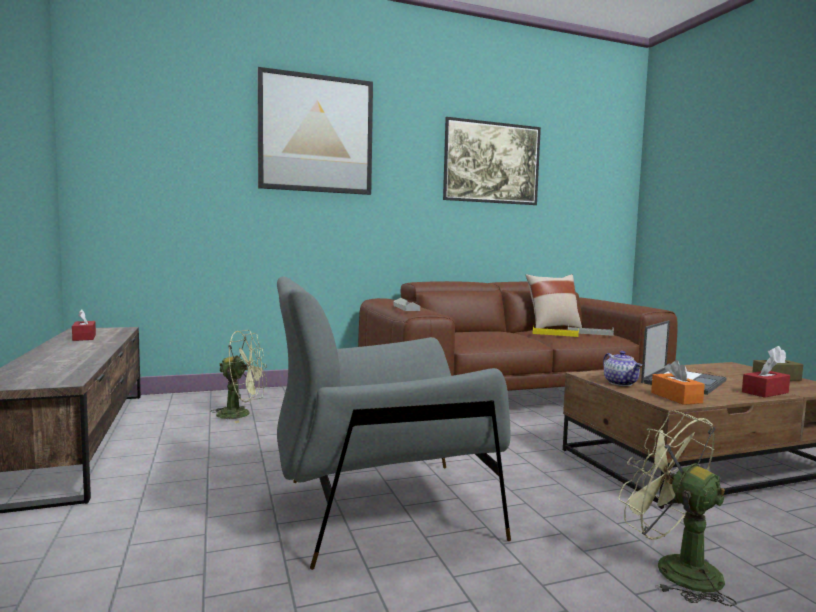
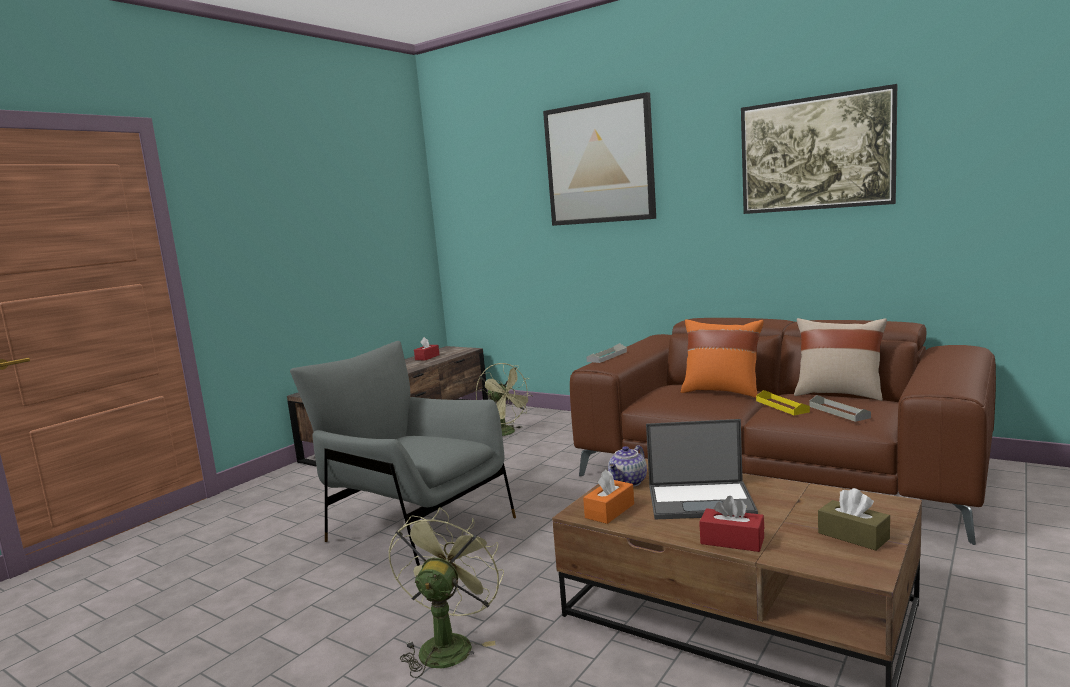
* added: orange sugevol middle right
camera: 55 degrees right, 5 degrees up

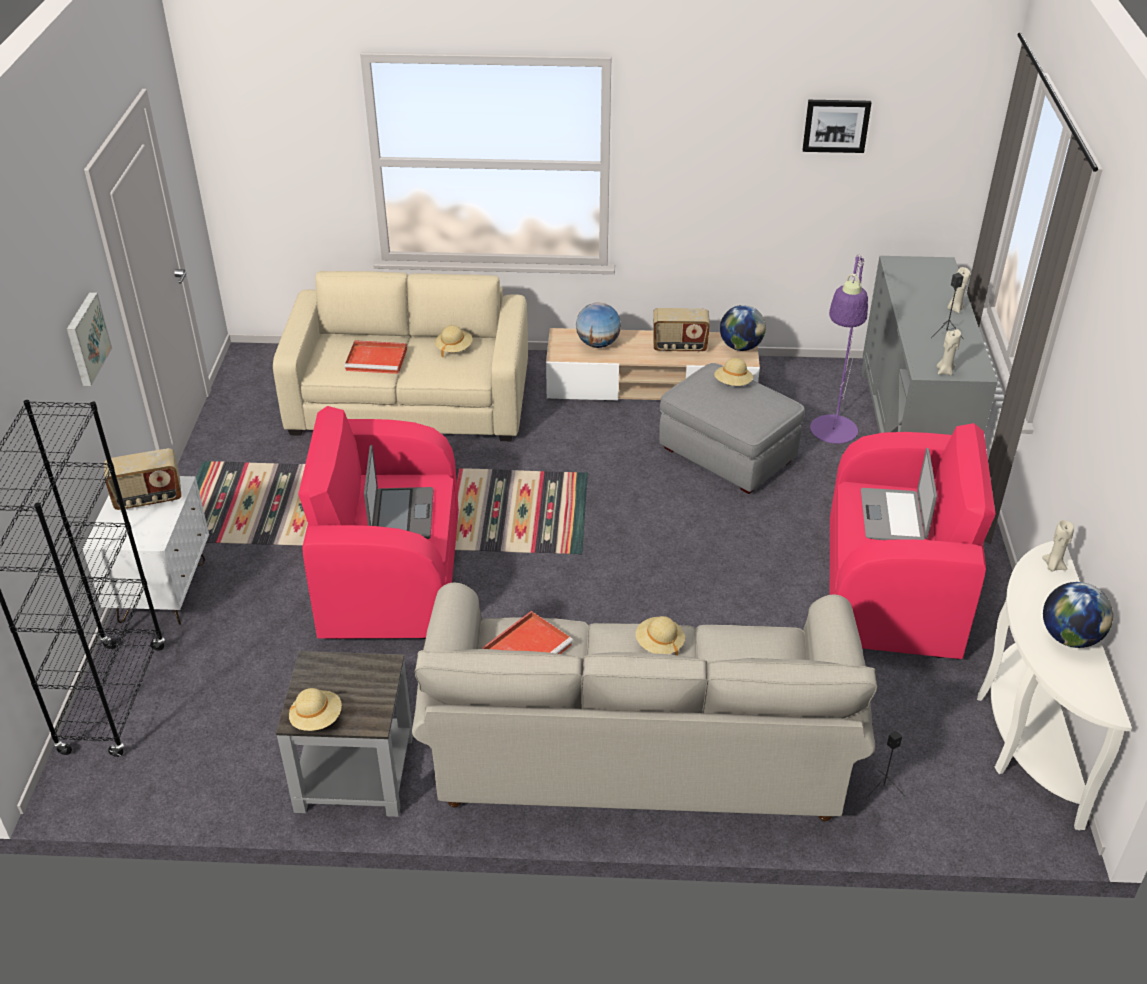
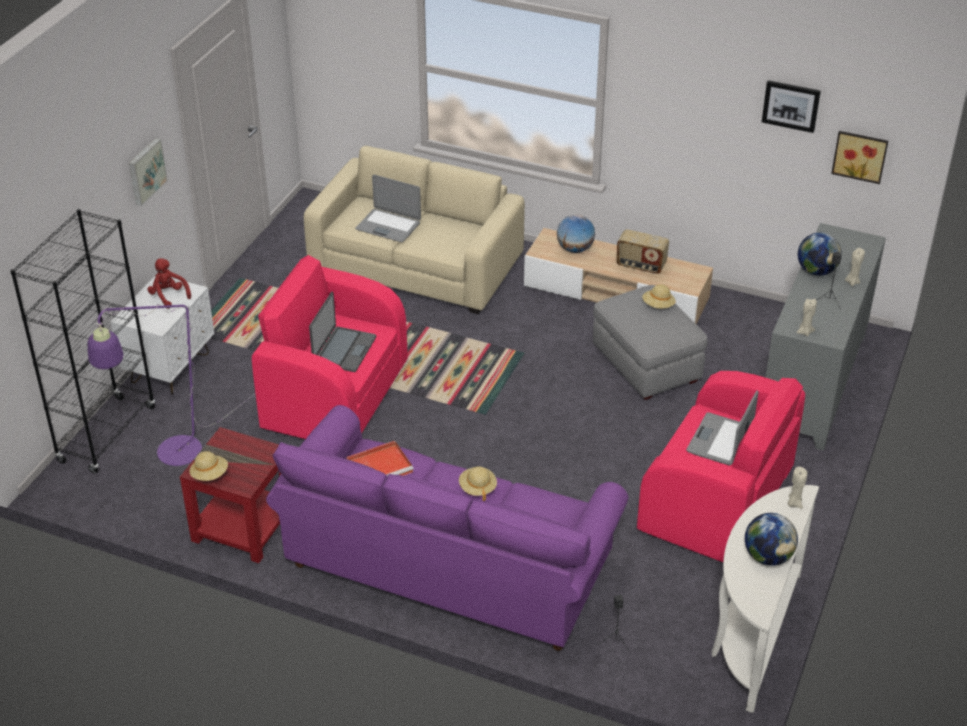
* replaced: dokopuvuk (1st from left) middle left to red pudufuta middle left
* recoloured: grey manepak bottom left to red manepak bottom left
* replaced: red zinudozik (1st from left) middle left to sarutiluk (2nd from left) top centre
* recoloured: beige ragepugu (2nd from left) bottom centre to purple ragepugu bottom centre
* removed: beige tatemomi (2nd from left) centre
* moved: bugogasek (2nd from left in the first image) centre to bugogasek (3rd from left) middle right
* moved: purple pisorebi middle right to middle left
* added: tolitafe (3rd from left) top right
camera: 20 degrees right, 0 degrees up

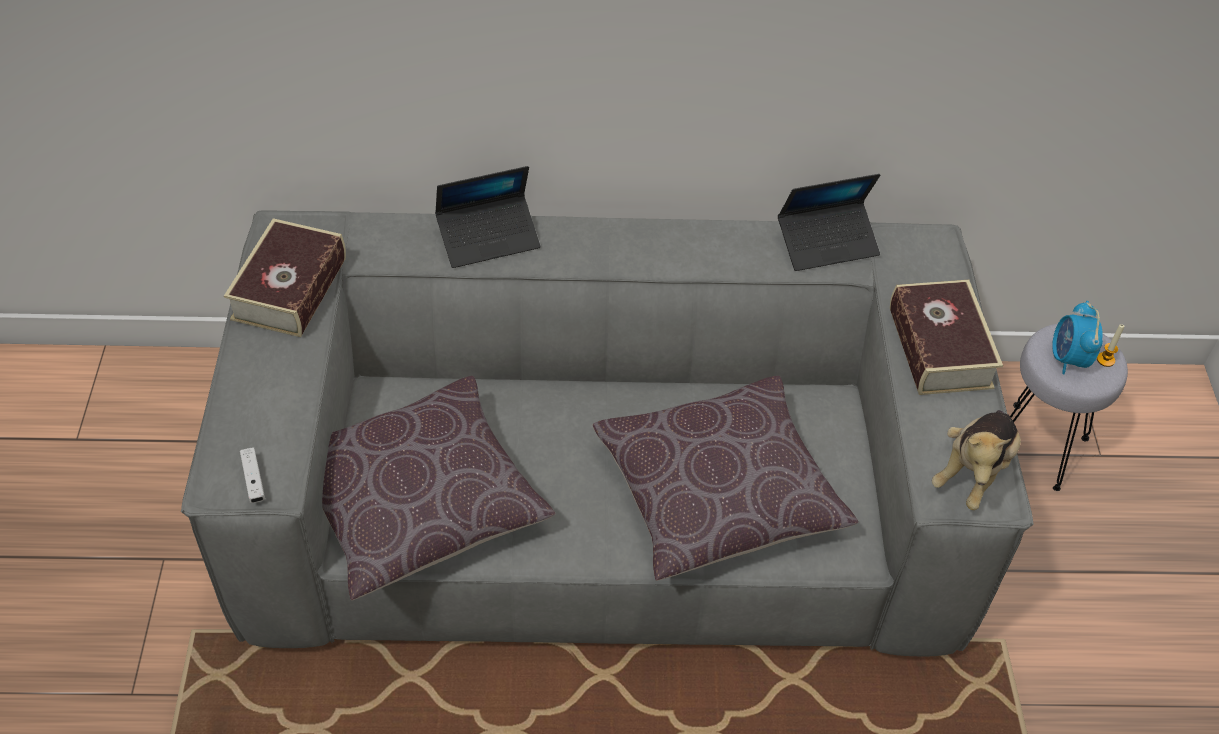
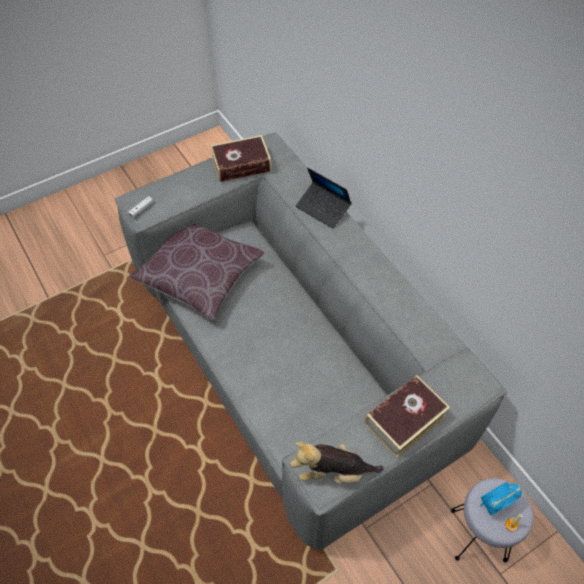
* removed: brown sugevol (2nd from left) centre
* removed: sarutiluk (2nd from left) top right
camera: 60 degrees right, 5 degrees up

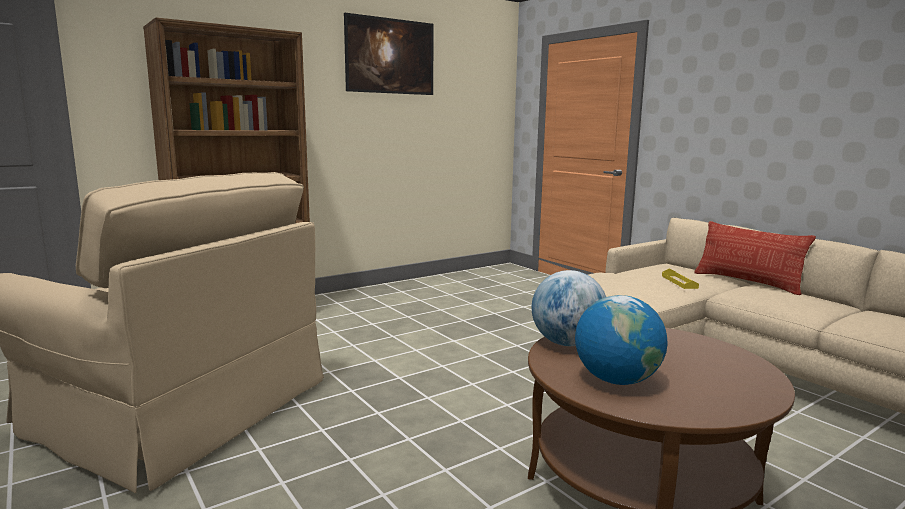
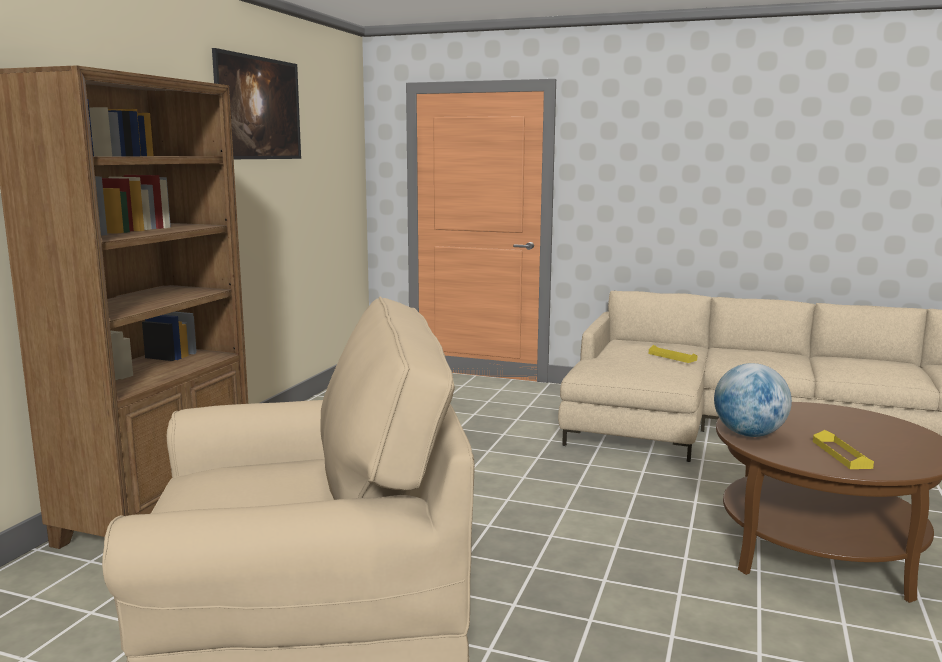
* replaced: bugogasek (2nd from left) bottom right to yellow zinudozik (2nd from left) bottom right
* removed: sugevol middle right
camera: 35 degrees left, 0 degrees up

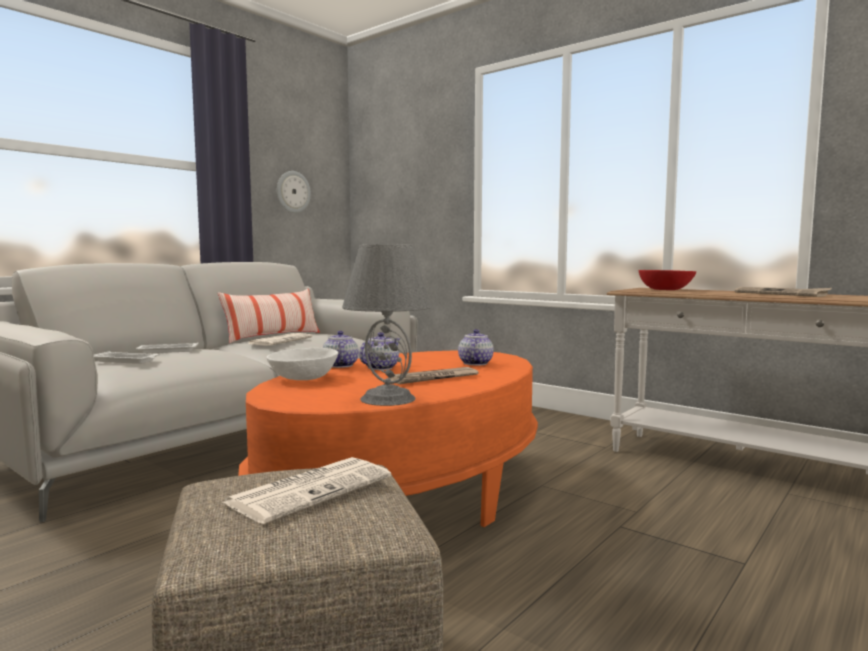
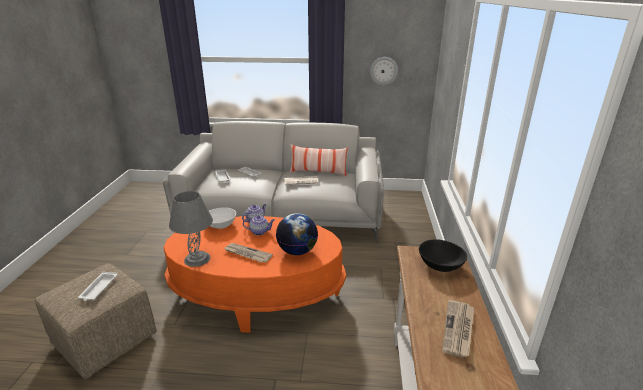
* replaced: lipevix (2nd from left) bottom centre to white zinudozik (1st from left) bottom left
* replaced: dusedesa (3rd from left) centre to bugogasek centre
* recoloured: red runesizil middle right to black runesizil middle right
camera: 55 degrees right, 20 degrees up

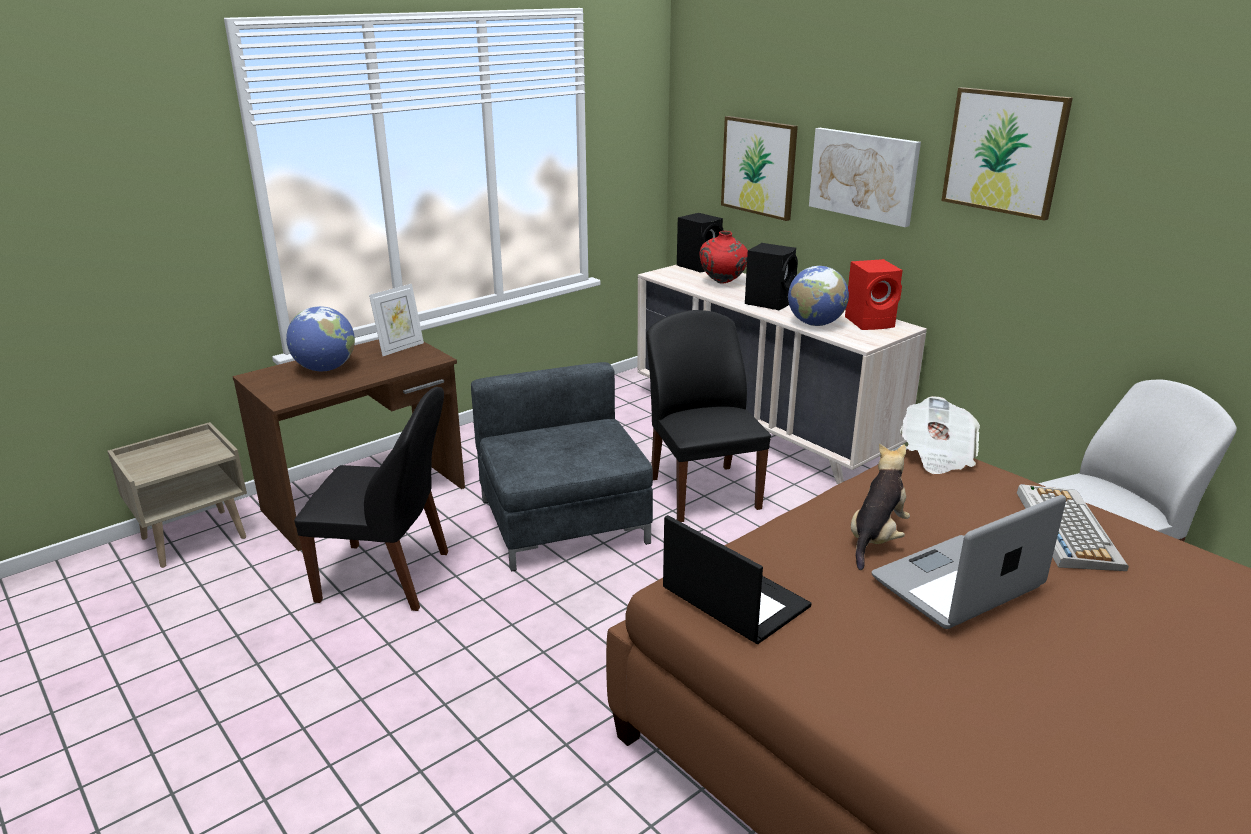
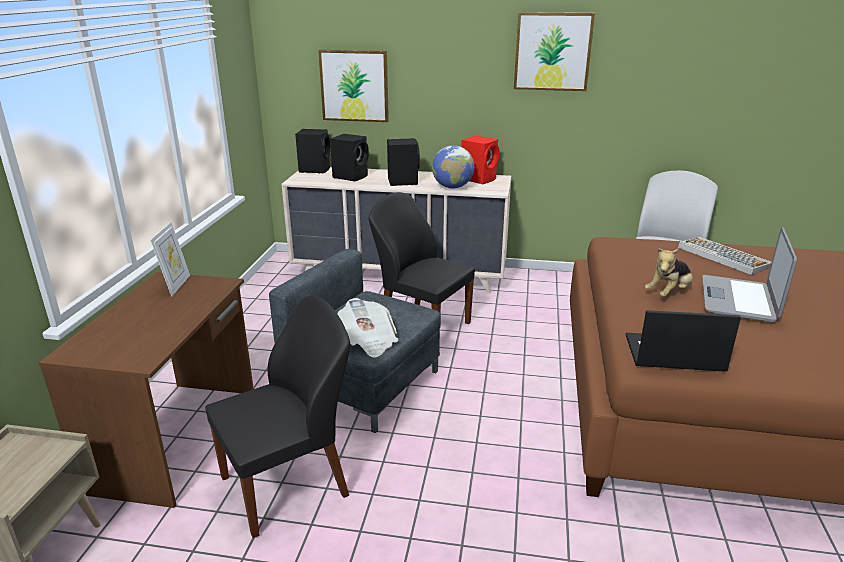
* removed: bugogasek (1st from left) middle left
* replaced: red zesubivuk top centre to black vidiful (2nd from left) top centre
* removed: tolitafe (2nd from left) top right
* turned: pudufuta middle right = middle right 120 degrees counterclockwise
* moved: lipevix middle right to centre
camera: 40 degrees left, 0 degrees up

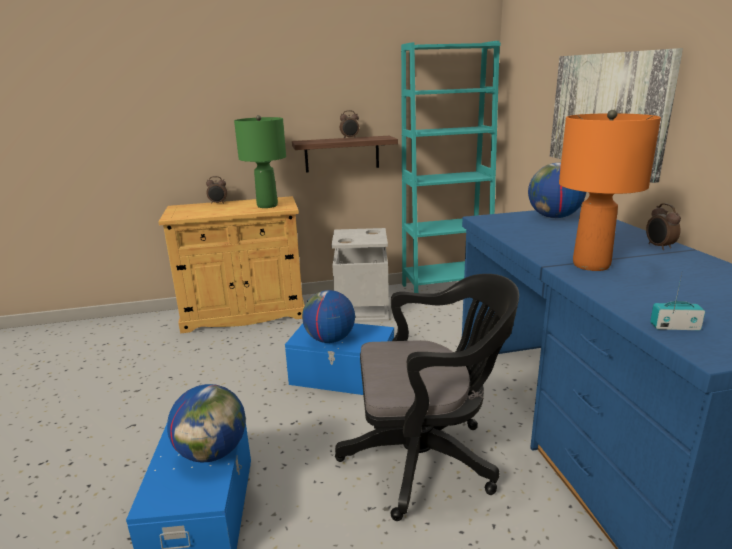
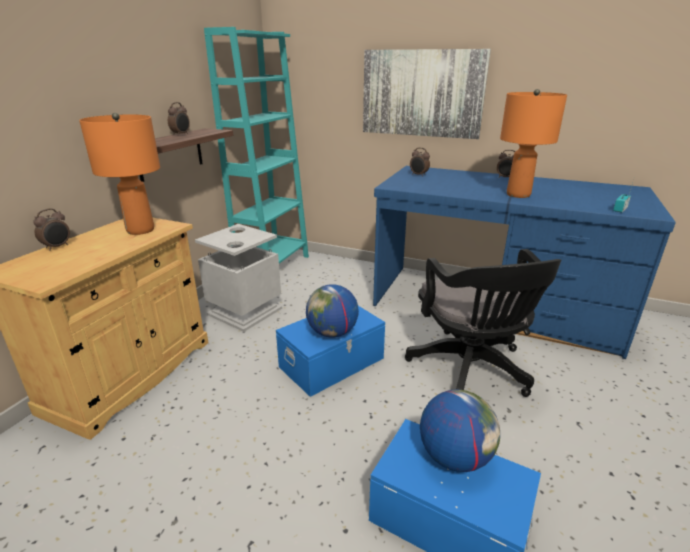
* recoloured: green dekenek top centre to orange dekenek (1st from left) top left
* turned: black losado bottom centre = middle right 135 degrees clockwise
* replaced: bugogasek (3rd from left) middle right to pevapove (3rd from left) top centre
camera: 55 degrees left, 5 degrees up

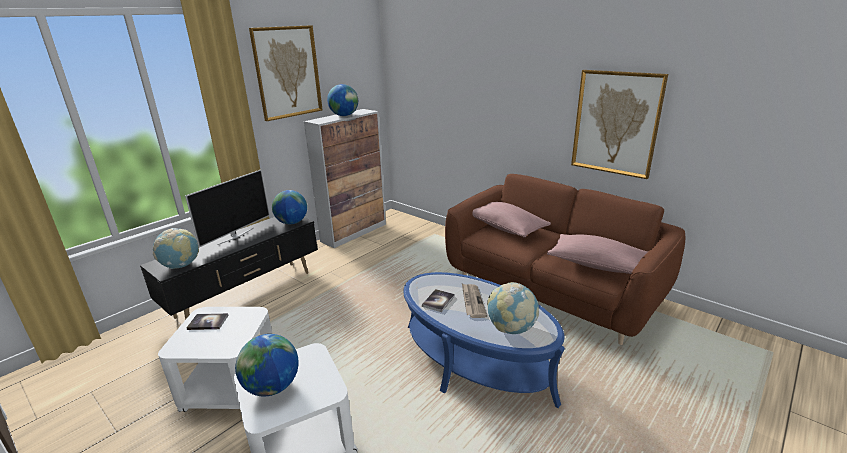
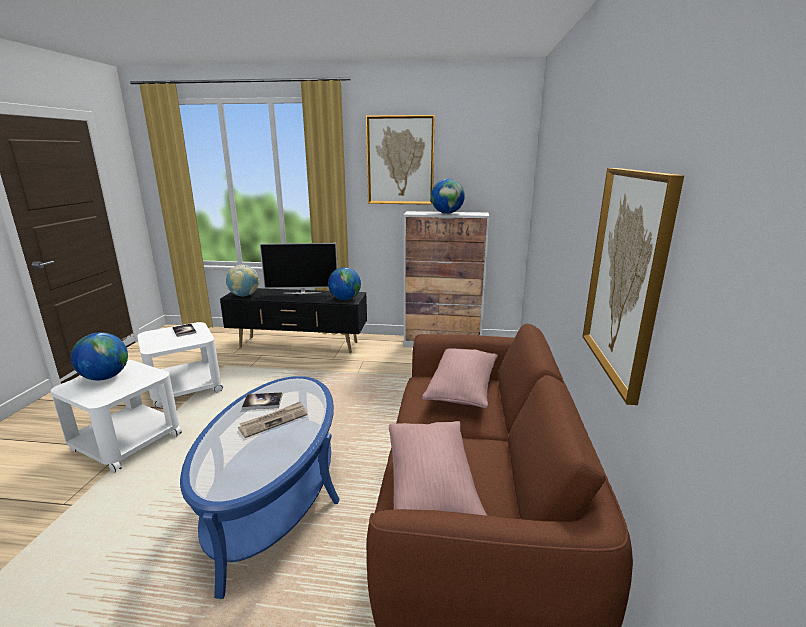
* removed: bugogasek (5th from left) bottom centre
camera: 55 degrees right, 5 degrees down

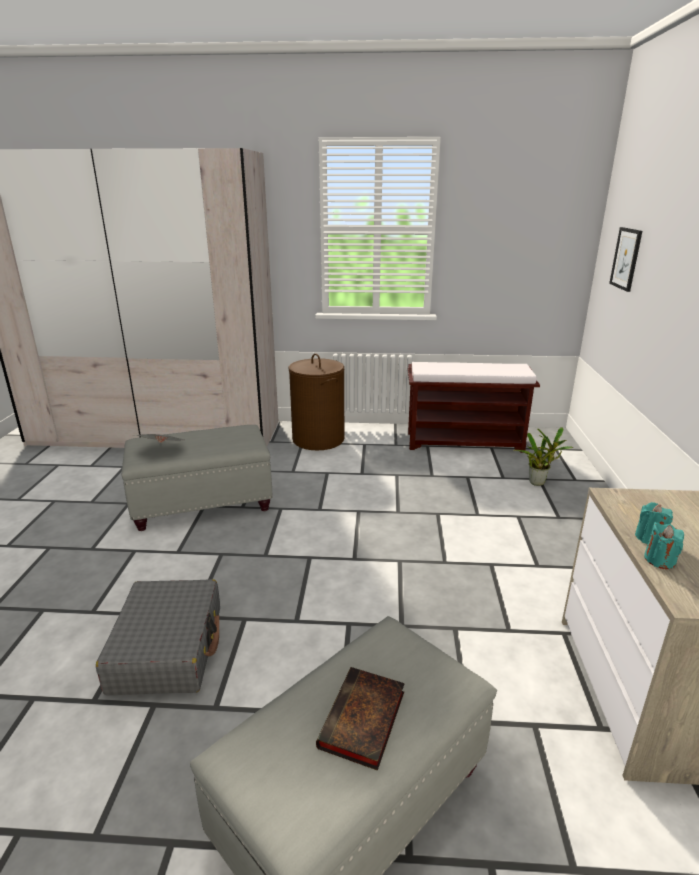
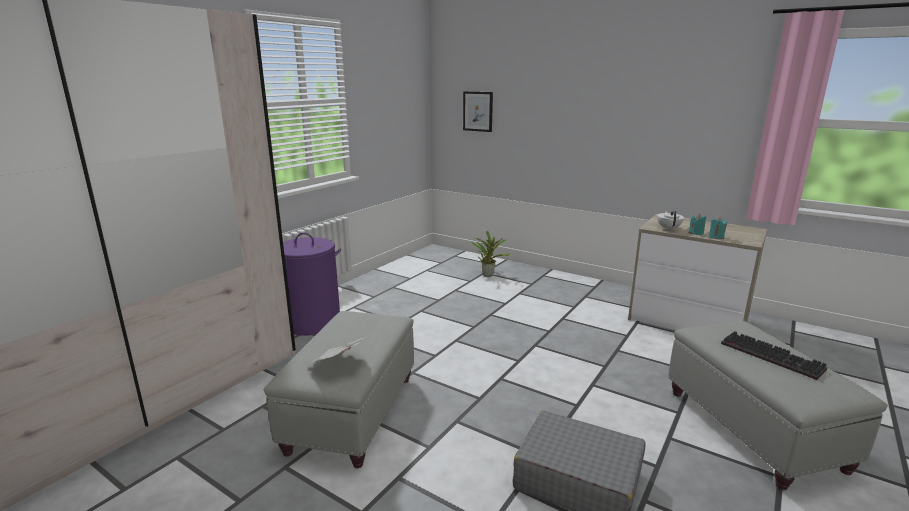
* recoloured: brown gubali centre to purple gubali centre
* replaced: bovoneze bottom centre to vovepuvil bottom right
* removed: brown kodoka middle right
* added: white dusedesa middle right
camera: 60 degrees left, 5 degrees down

